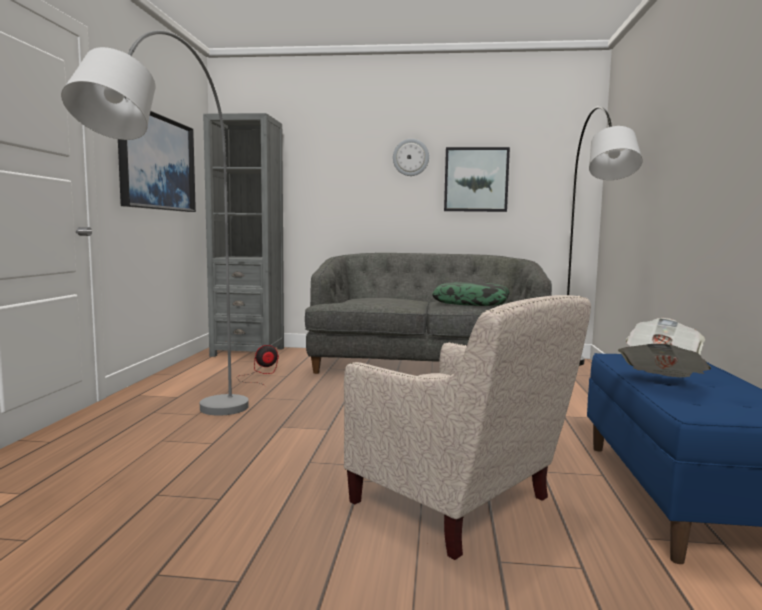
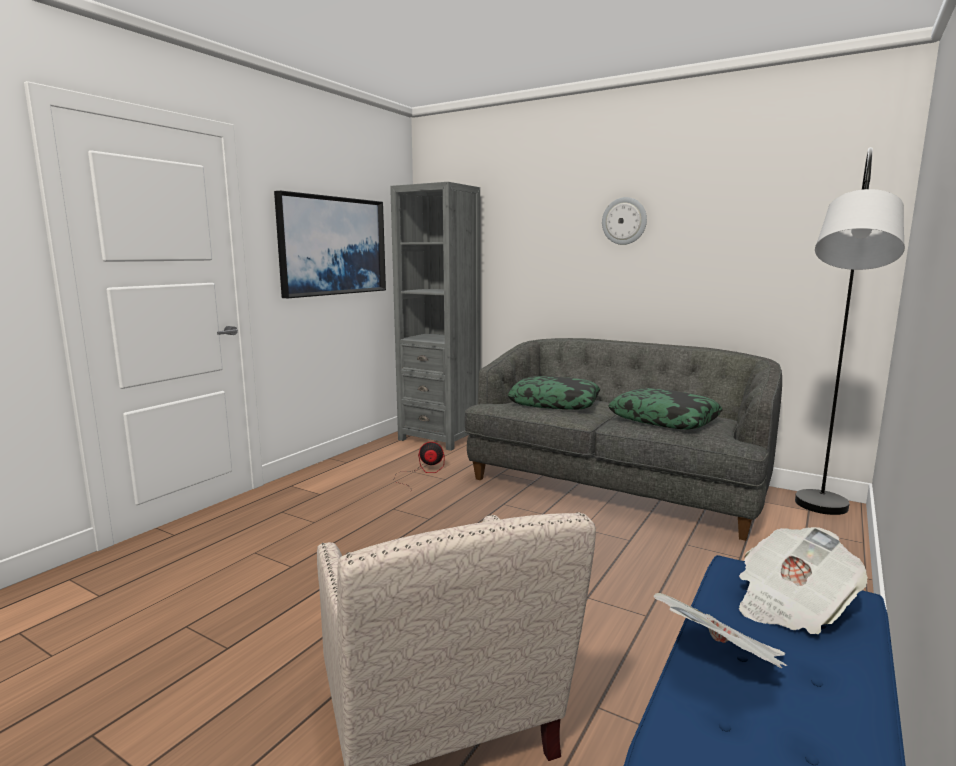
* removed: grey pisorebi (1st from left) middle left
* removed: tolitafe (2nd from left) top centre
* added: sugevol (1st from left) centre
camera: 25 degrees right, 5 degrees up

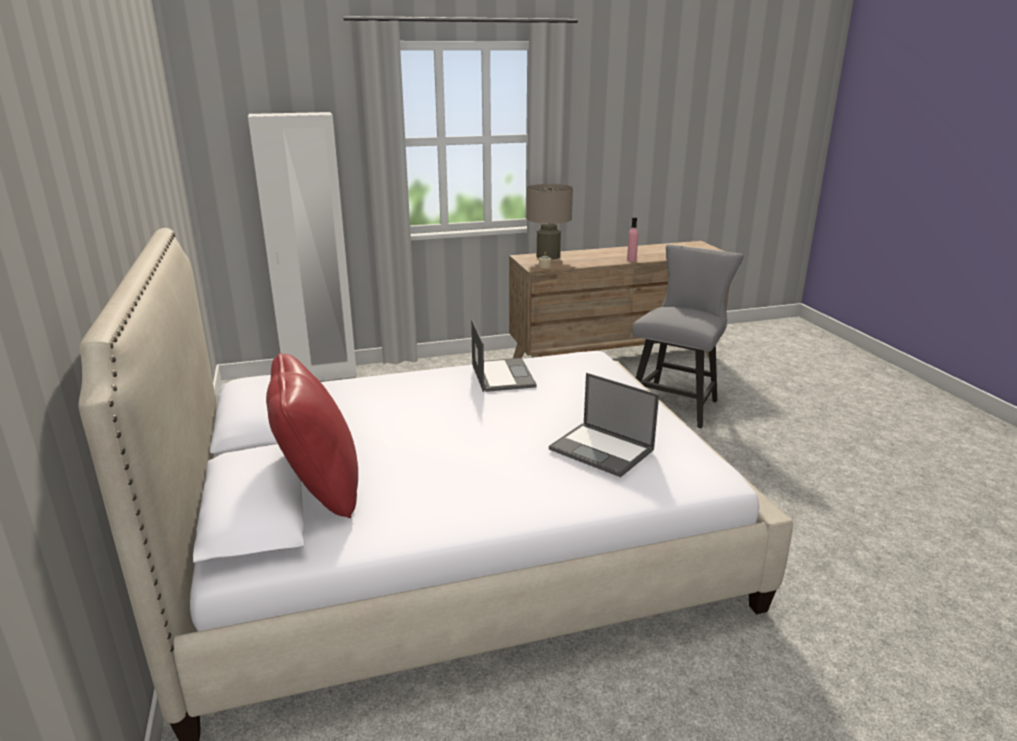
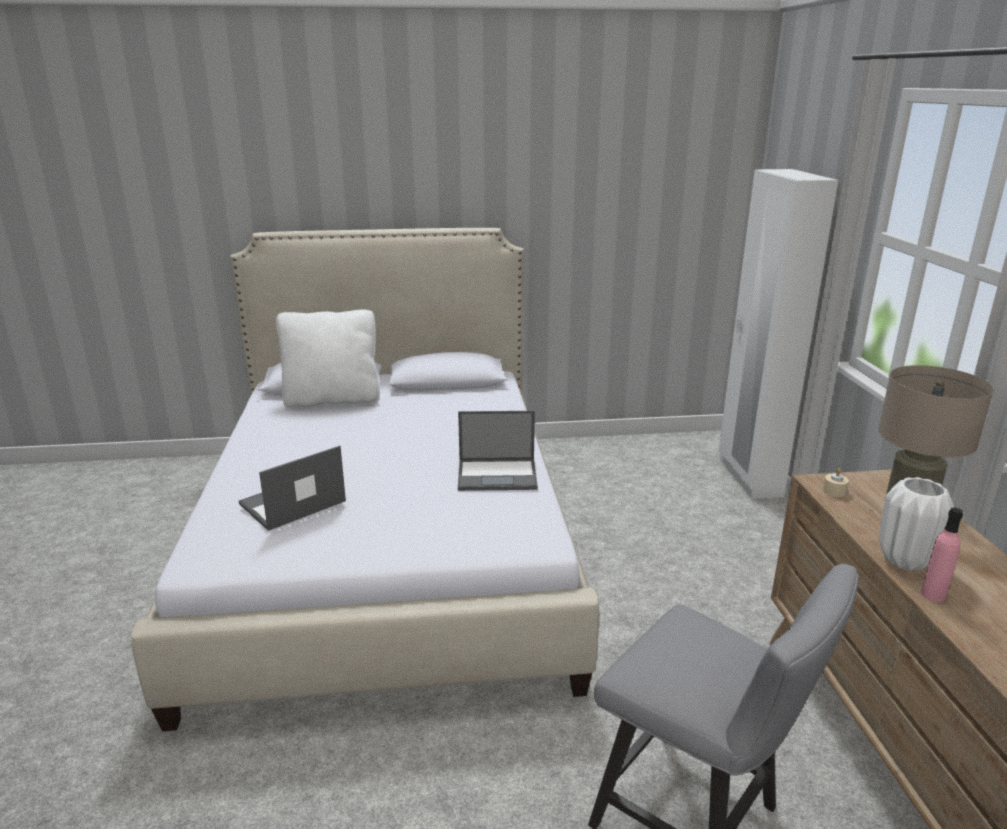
* recoloured: red sugevol middle left to white sugevol middle left
* added: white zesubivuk middle right
camera: 100 degrees right, 0 degrees up

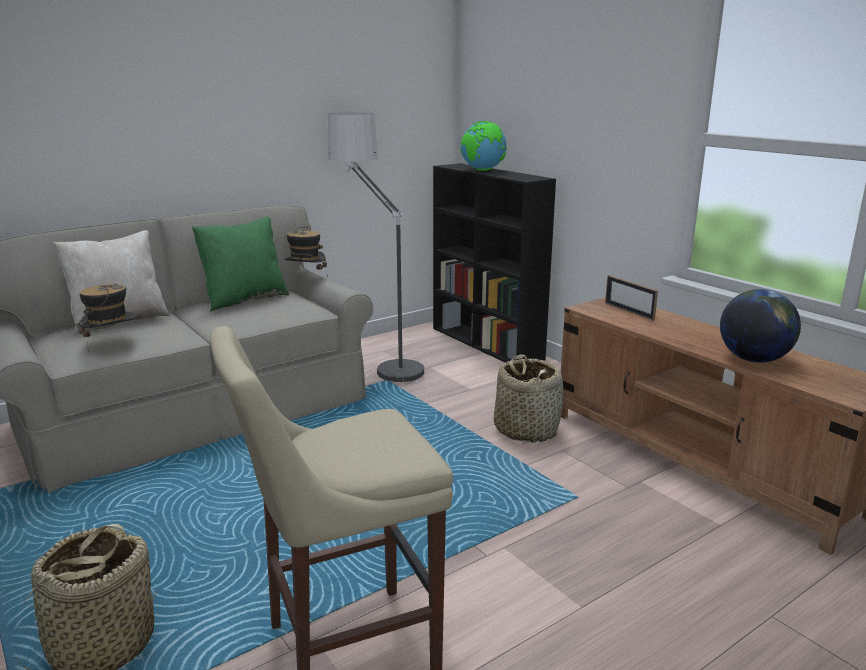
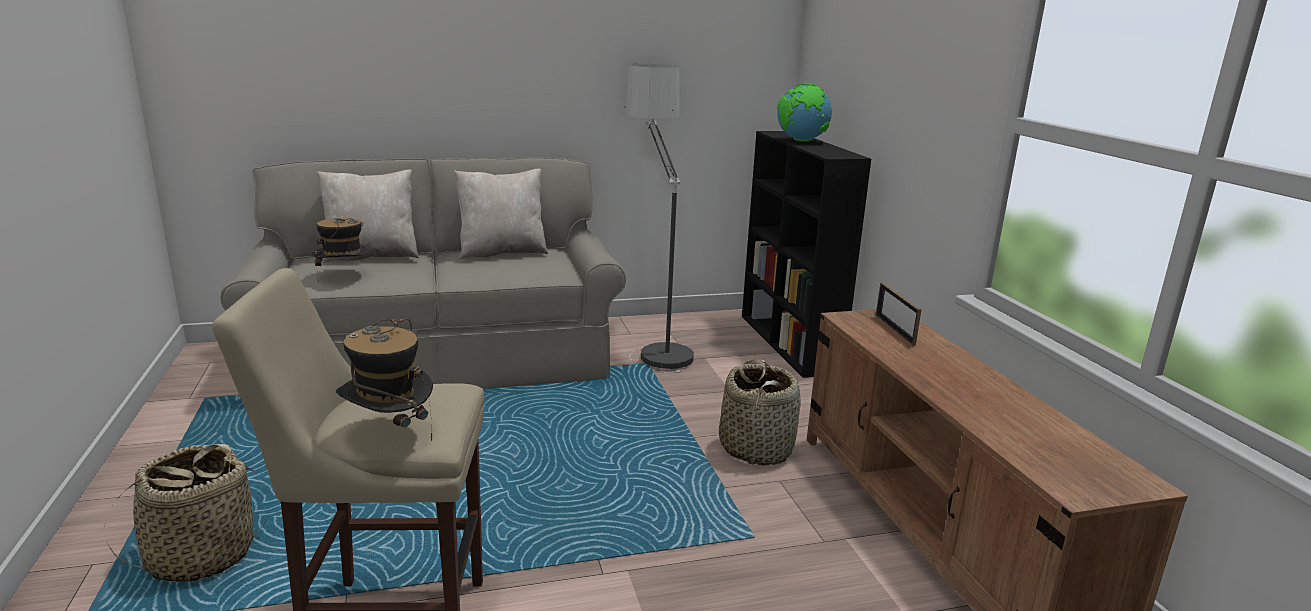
* recoloured: green sugevol middle left to beige sugevol (2nd from left) centre
* moved: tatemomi (2nd from left) centre to middle left
* removed: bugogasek (2nd from left) middle right
camera: 20 degrees right, 0 degrees up

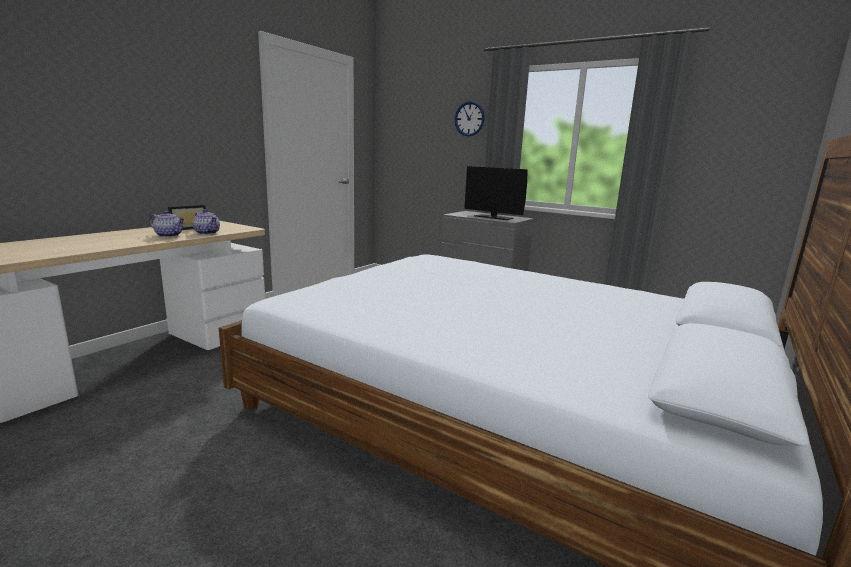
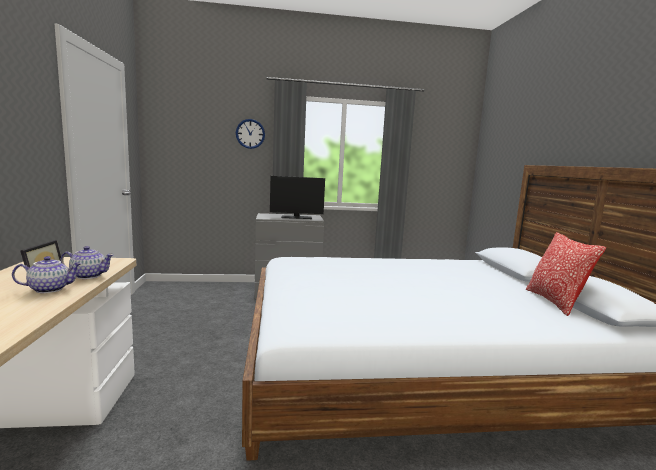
* added: sugevol middle right
camera: 40 degrees left, 5 degrees down

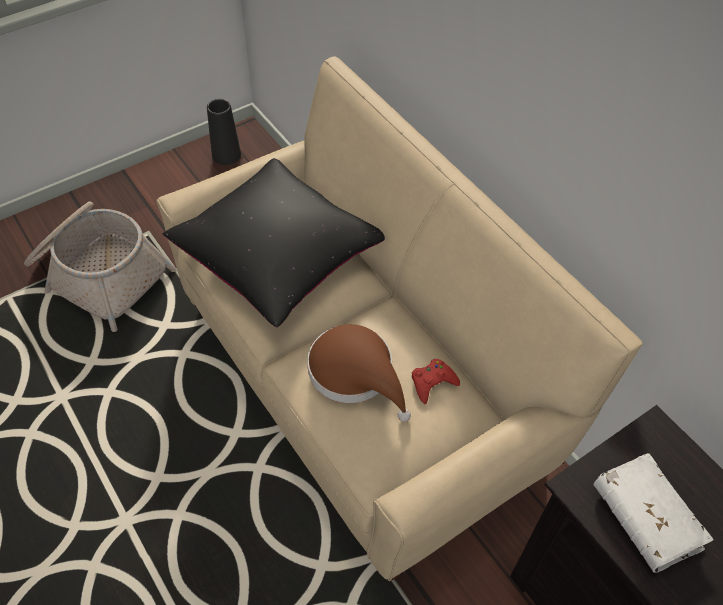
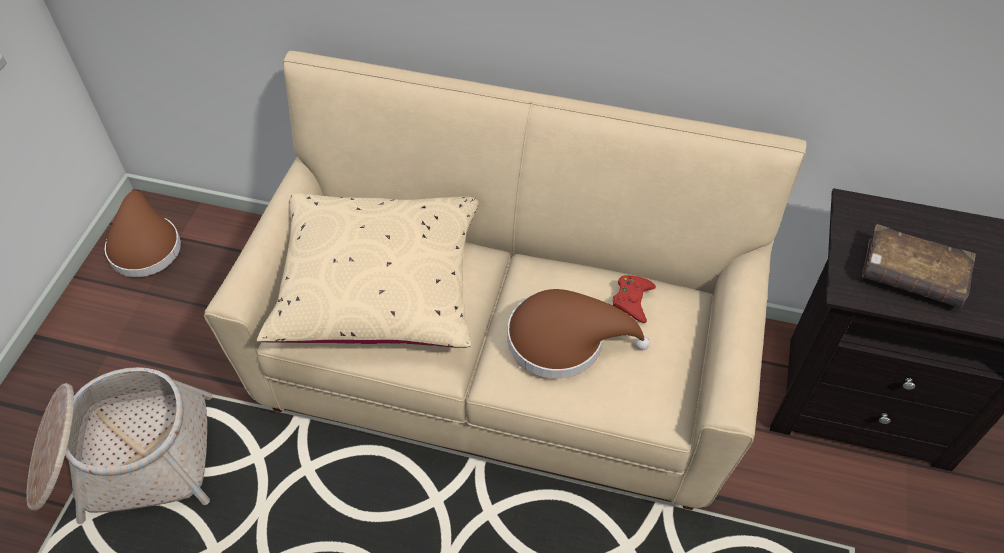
* recoloured: black sugevol centre to beige sugevol centre
* replaced: black zesubivuk top left to brown tatemomi (1st from left) middle left
* recoloured: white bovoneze bottom right to brown bovoneze middle right
camera: 40 degrees left, 0 degrees up

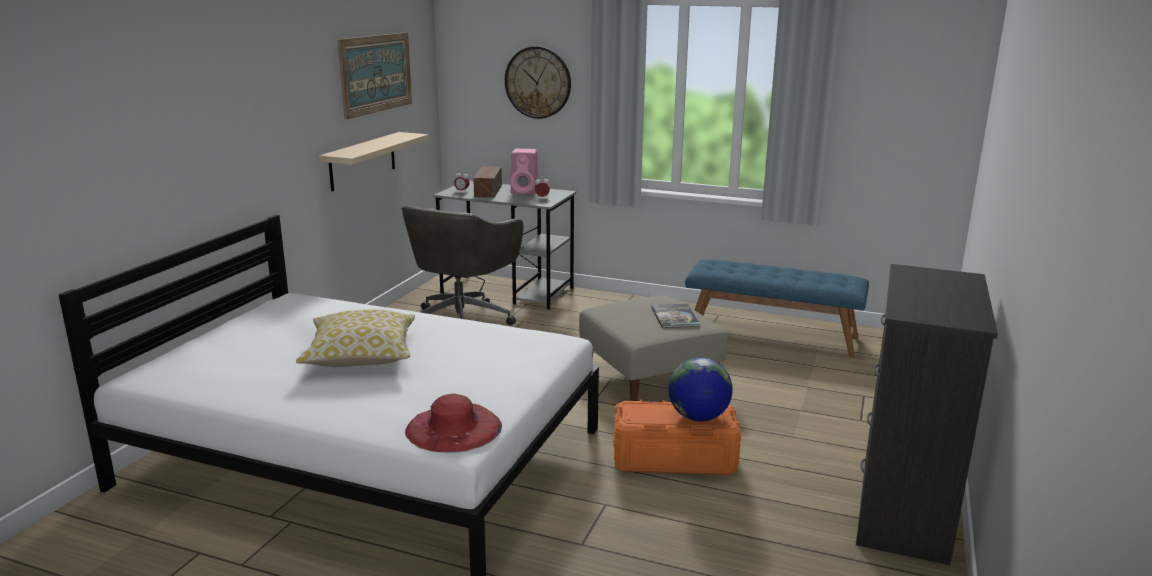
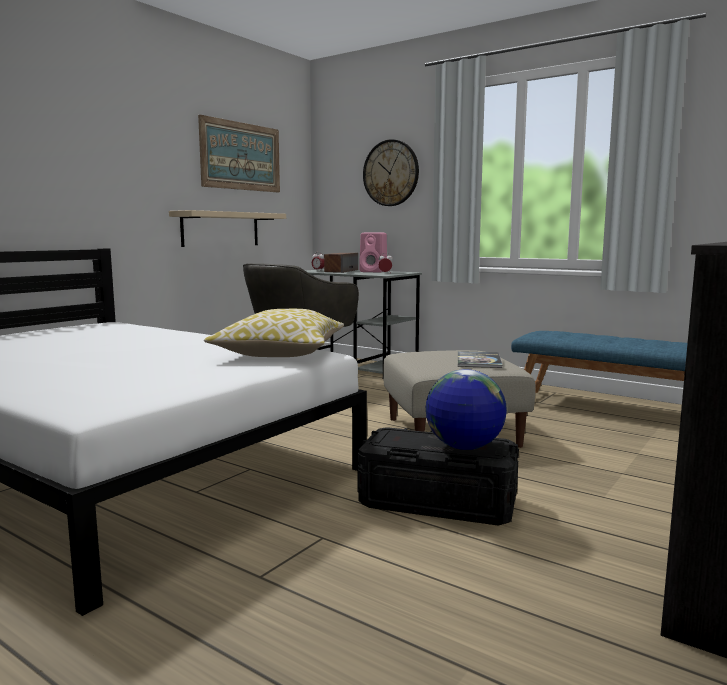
* moved: sugevol middle left to centre
* removed: red tatemomi bottom centre
* recoloured: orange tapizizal bottom centre to black tapizizal bottom centre
camera: 15 degrees right, 10 degrees down

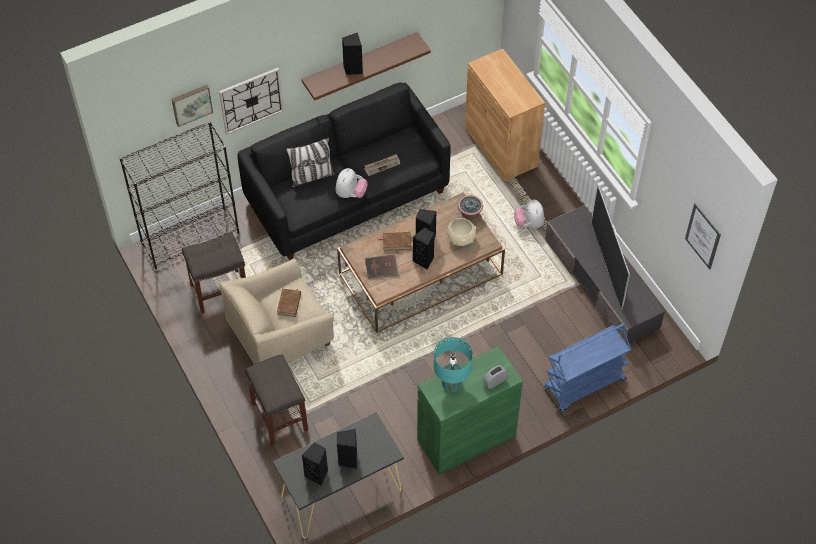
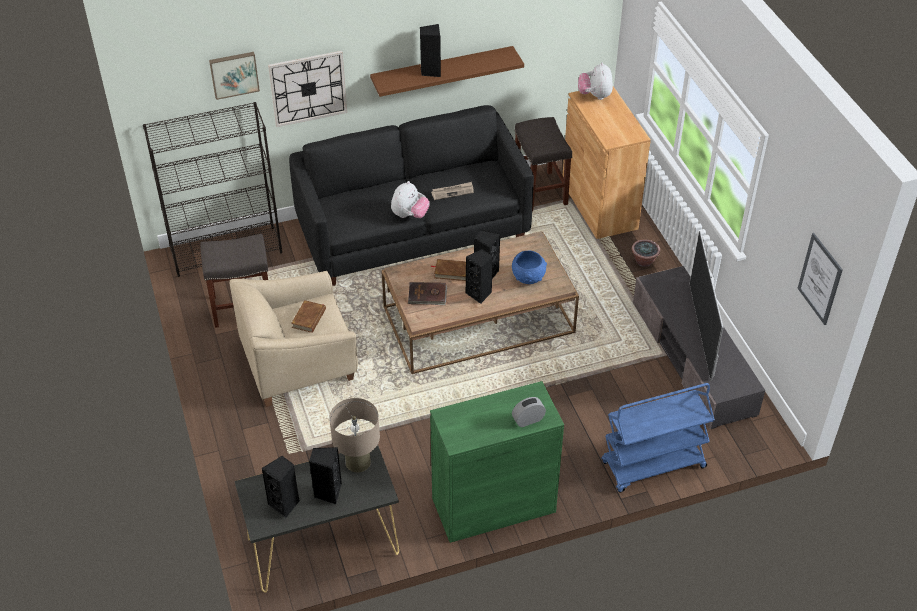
* moved: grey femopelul (2nd from left) bottom centre to top centre
* removed: sugevol top centre
* removed: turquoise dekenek bottom centre
* recoloured: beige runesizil centre to blue runesizil centre
* moved: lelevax centre to middle right
* moved: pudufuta (2nd from left) centre to top centre
* added: beige dekenek bottom centre
camera: 10 degrees right, 10 degrees down

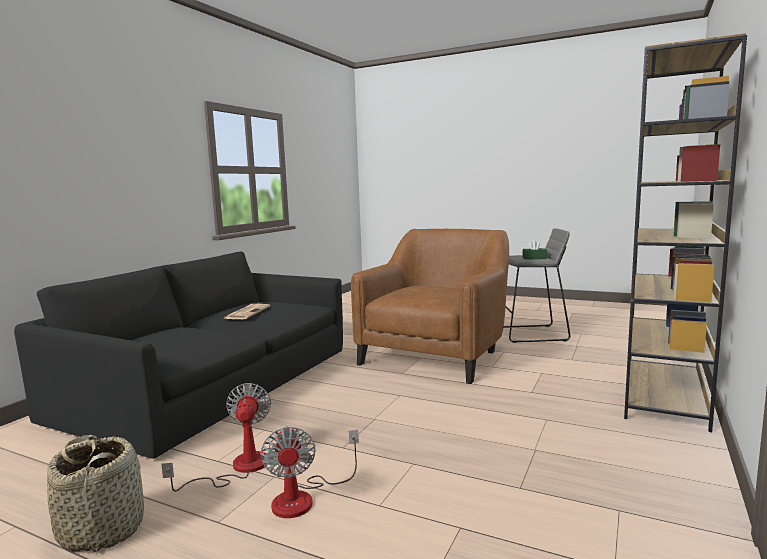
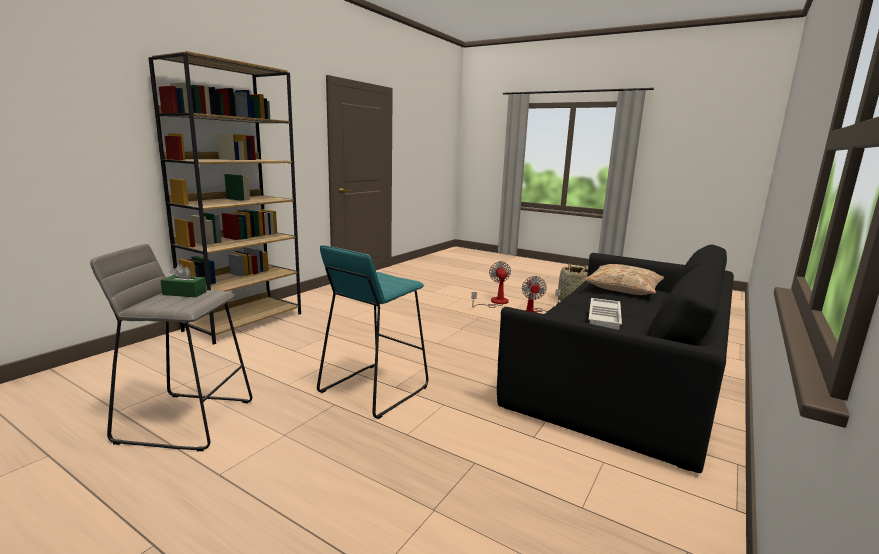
* replaced: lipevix middle left to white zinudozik middle right
* replaced: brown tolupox centre to turquoise femopelul centre
* added: beige sugevol middle right
camera: 175 degrees left, 5 degrees up

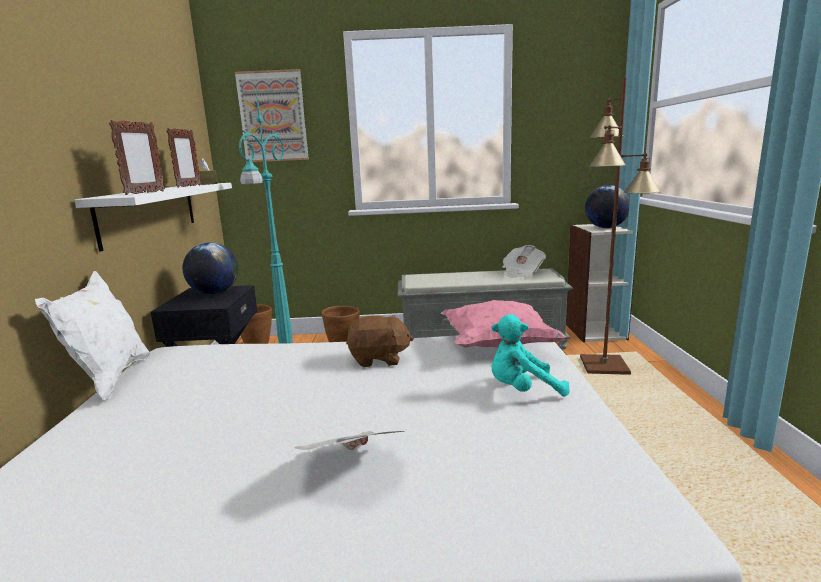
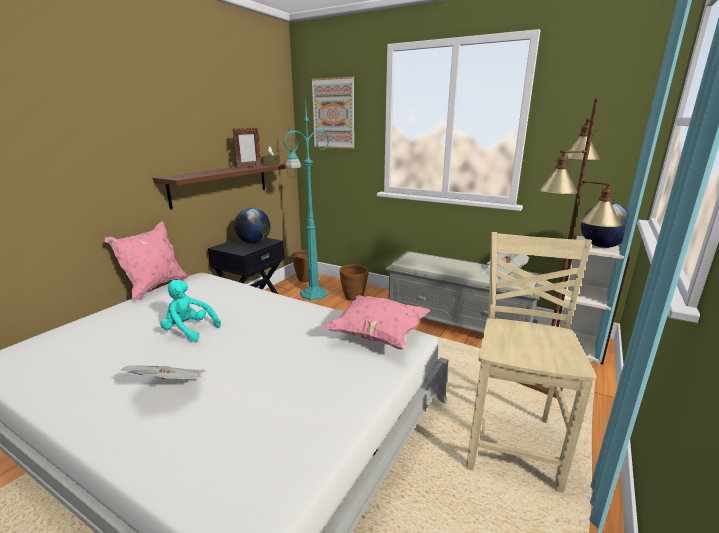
* recoloured: white sugevol middle left to pink sugevol (1st from left) middle left
* recoloured: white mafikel middle left to brown mafikel middle left
* removed: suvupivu (1st from left) top left
* removed: brown pudufuta centre
* moved: turquoise pudufuta centre to middle left
* added: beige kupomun bottom right
camera: 30 degrees right, 5 degrees up

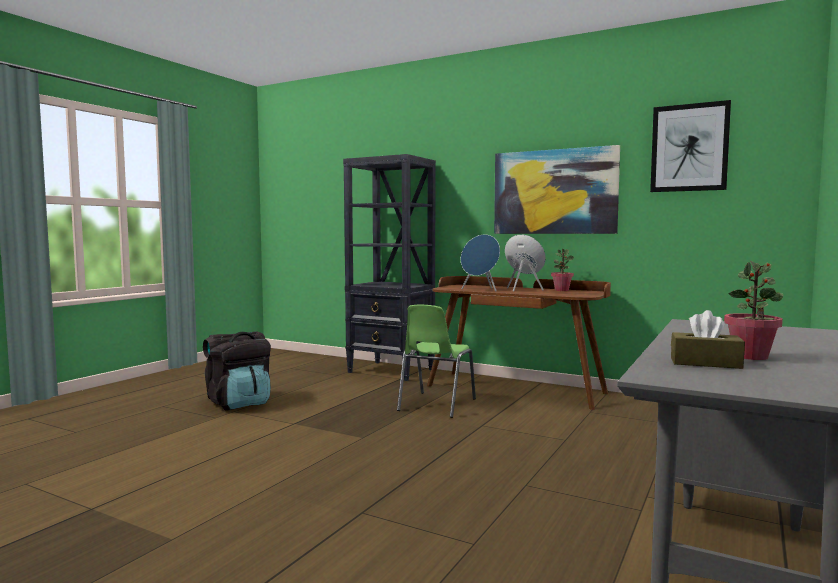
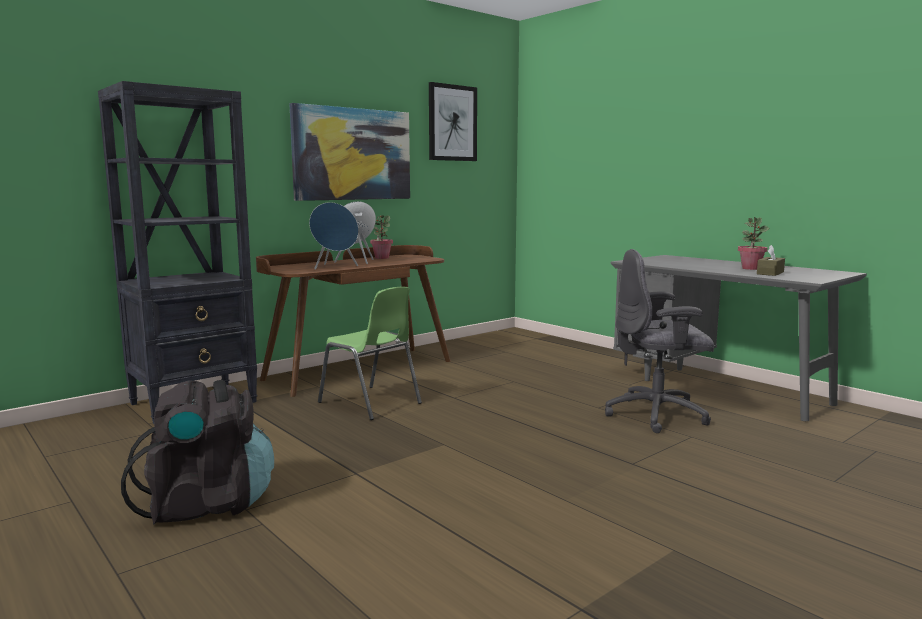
* added: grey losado middle right
camera: 70 degrees left, 5 degrees up

